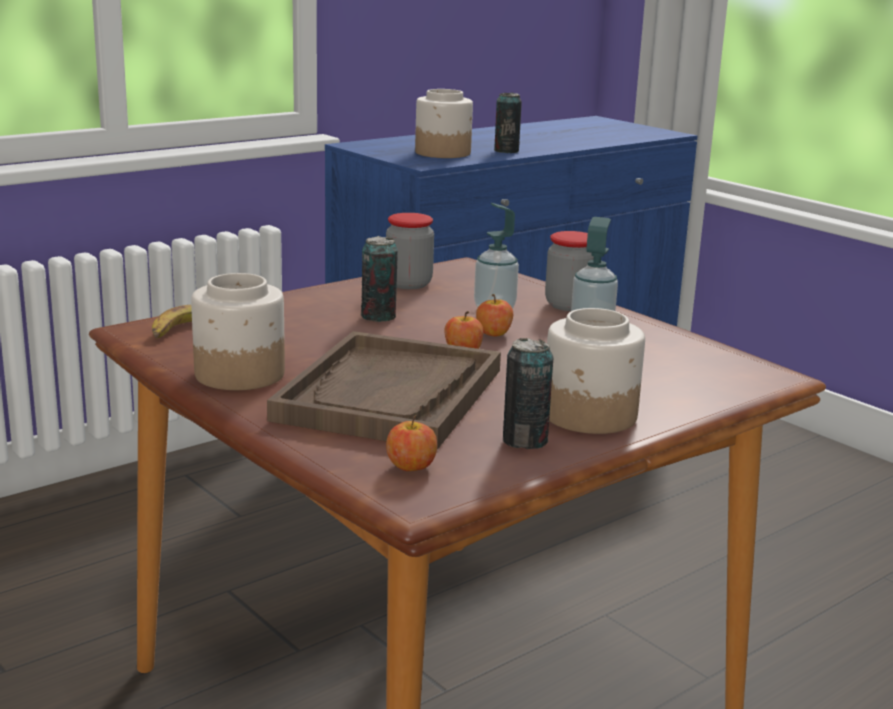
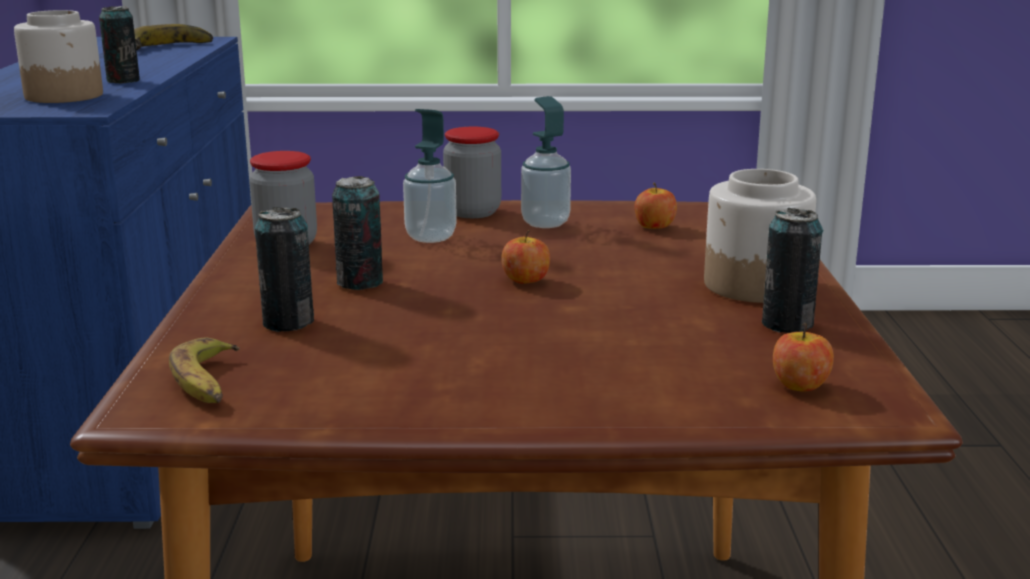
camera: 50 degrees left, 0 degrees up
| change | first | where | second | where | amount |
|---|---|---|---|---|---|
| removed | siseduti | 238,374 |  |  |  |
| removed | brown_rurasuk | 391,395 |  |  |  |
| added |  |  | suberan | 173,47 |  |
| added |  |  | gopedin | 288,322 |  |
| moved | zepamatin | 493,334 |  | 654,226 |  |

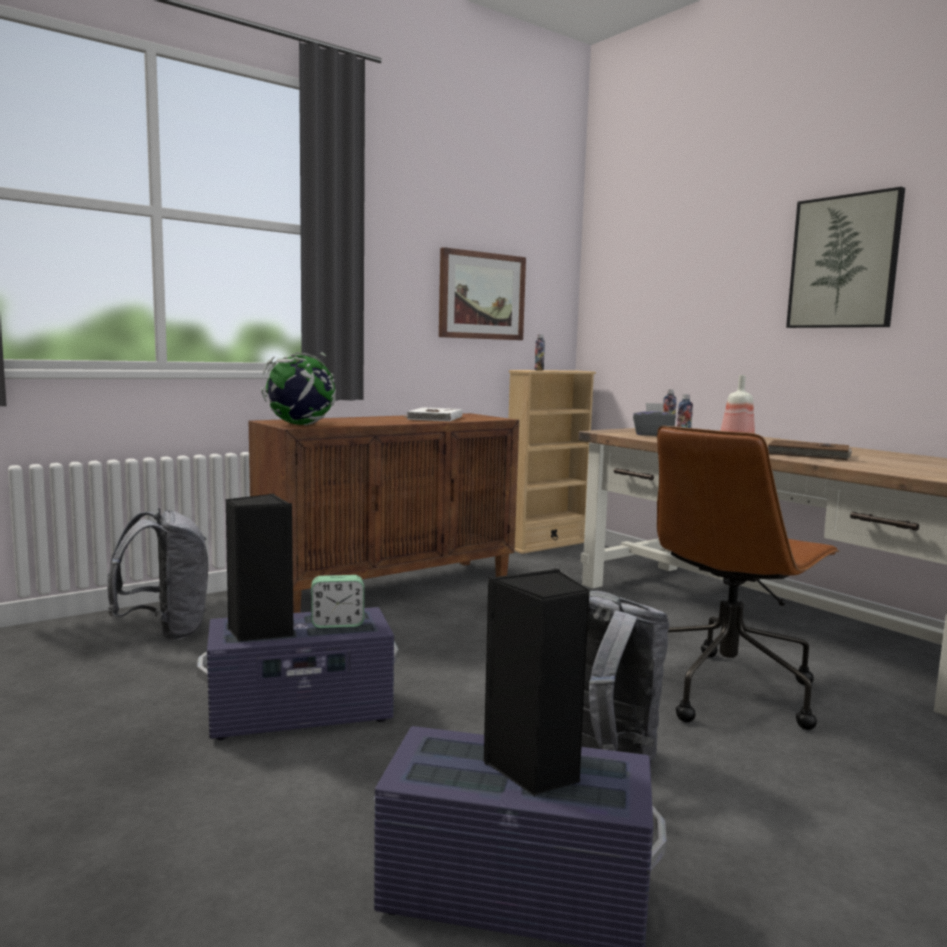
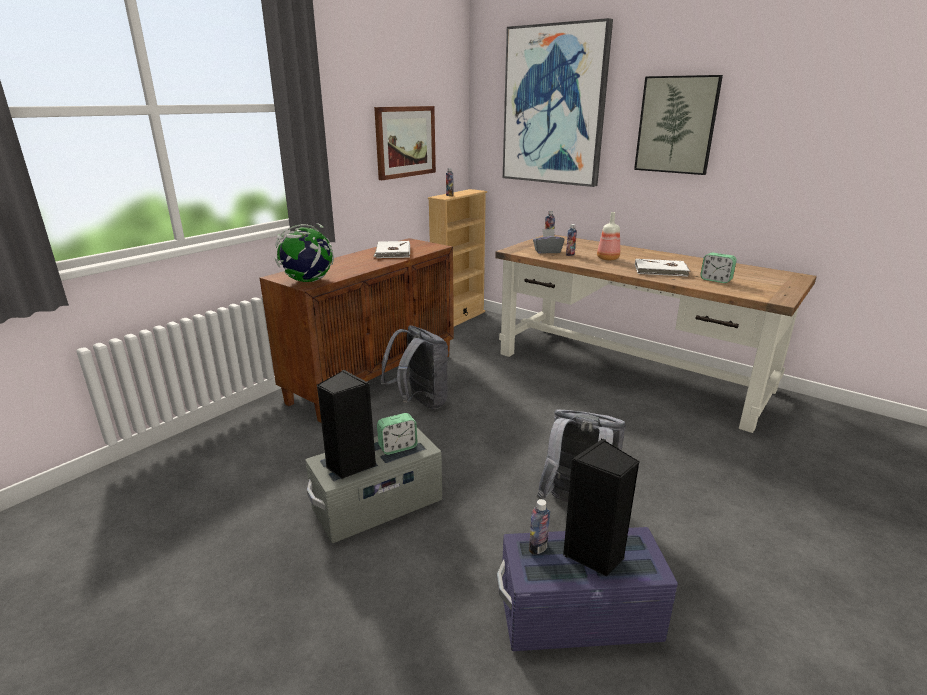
camera: 15 degrees left, 15 degrees up
| change | first | where | second | where | amount |
|---|---|---|---|---|---|
| removed | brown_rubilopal | 726,688 |  |  |  |
| added |  |  | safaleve | 554,106 |  |
| added |  |  | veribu | 538,548 |  |
| added |  |  | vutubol | 715,280 |  |
| moved | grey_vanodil | 165,632 |  | 419,403 |  |
| recoloured | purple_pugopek | 301,713 | grey_pugopek | 378,506 |  |
| recoloured | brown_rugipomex | 809,454 | white_rugipomex | 661,270 |  |

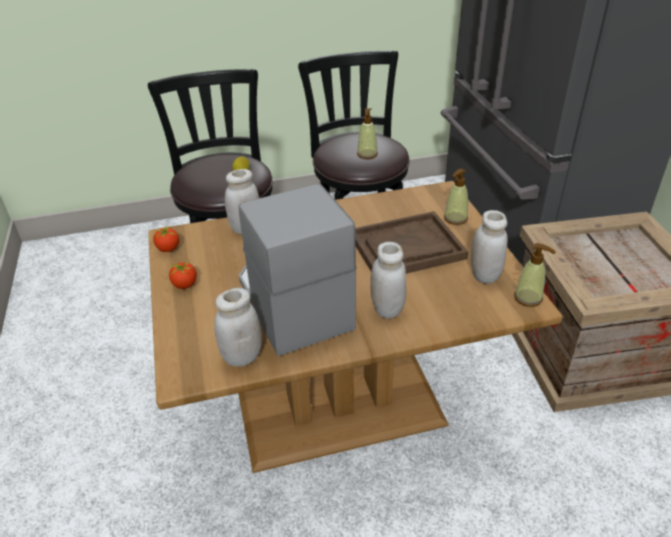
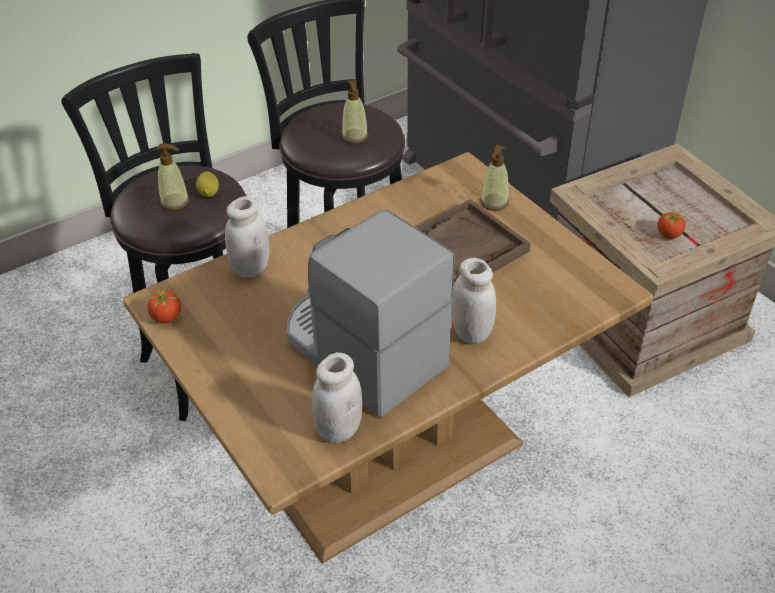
camera: 20 degrees left, 5 degrees up
| change | first | where | second | where | amount |
|---|---|---|---|---|---|
| removed | white_siseduti | 485,275 |  |  |  |
| moved | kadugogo | 185,284 |  | 669,234 |  |
| moved | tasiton | 528,298 |  | 175,202 |  |

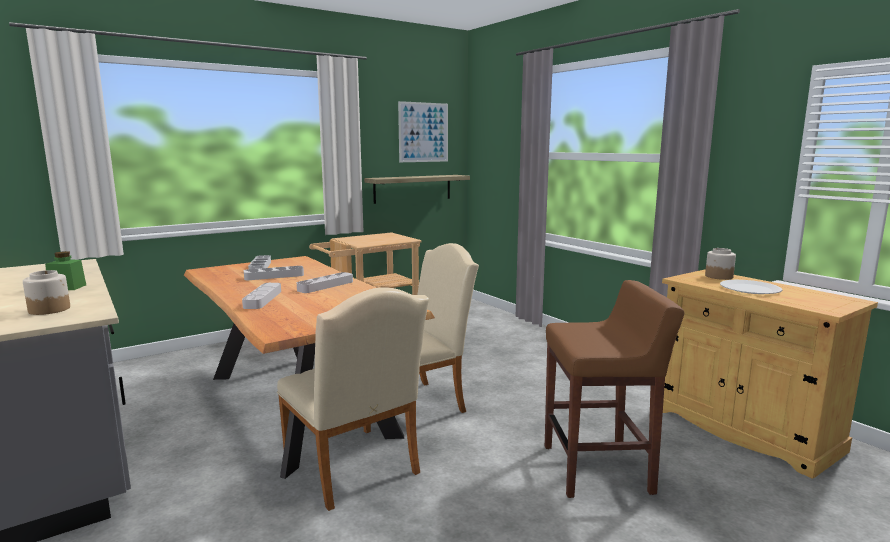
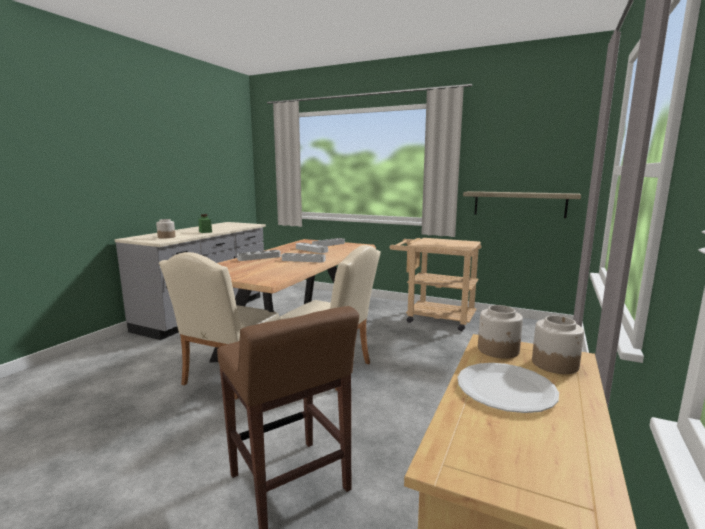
camera: 60 degrees right, 0 degrees up
| change | first | where | second | where | amount |
|---|---|---|---|---|---|
| removed | safaleve | 423,132 |  |  |  |
| added |  |  | siseduti | 498,350 |  |

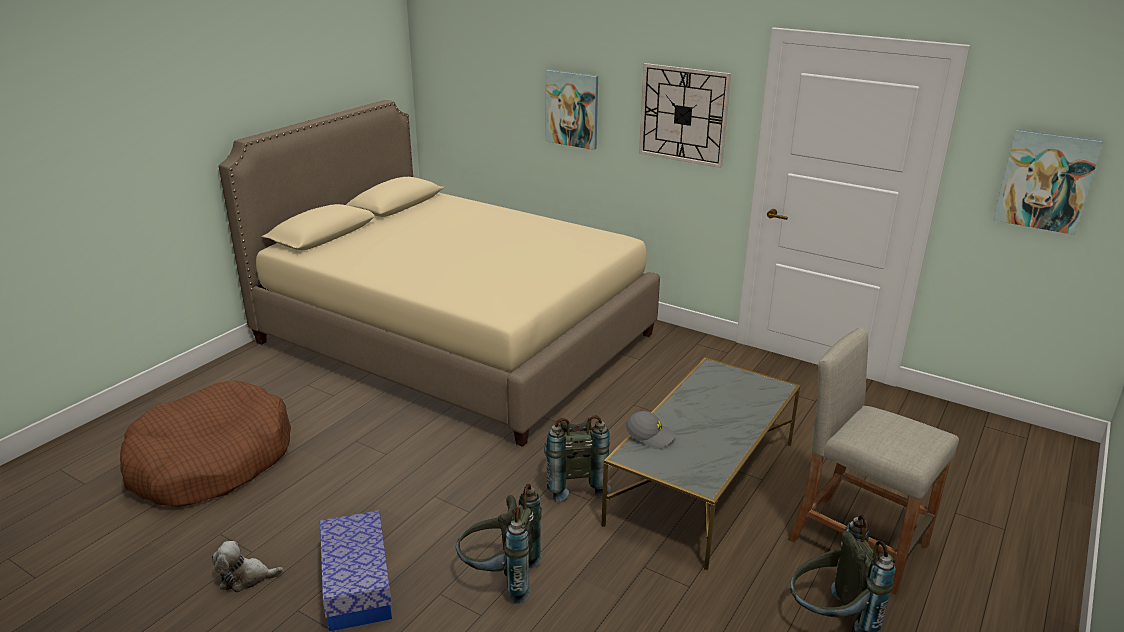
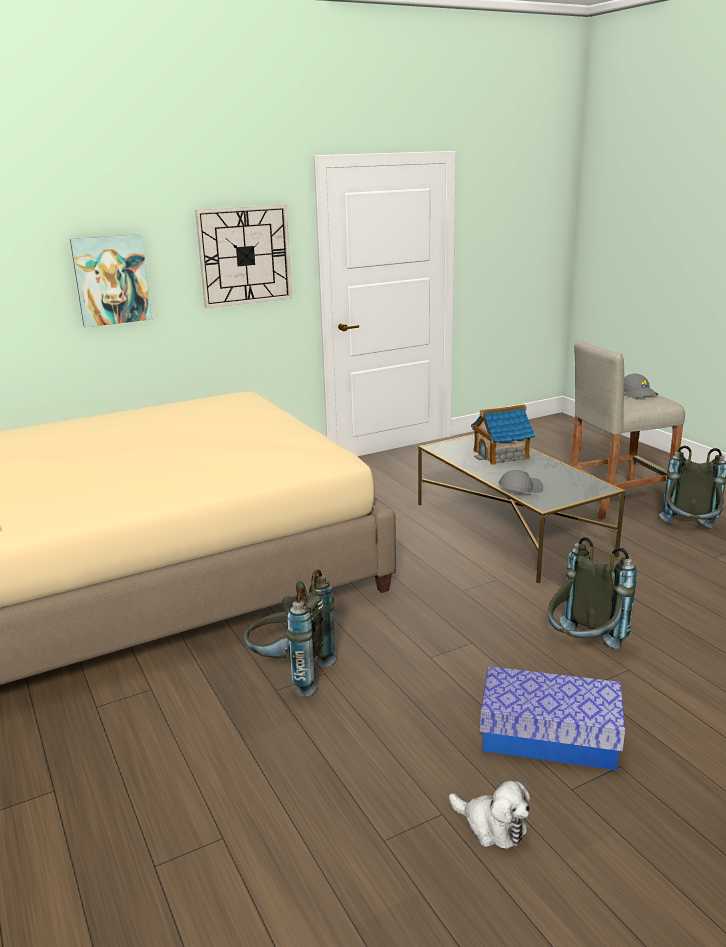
camera: 60 degrees left, 5 degrees down
| change | first | where | second | where | amount |
|---|---|---|---|---|---|
| removed | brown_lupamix | 211,461 |  |  |  |
| removed | safaleve | 1046,181 |  |  |  |
| added |  |  | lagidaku | 501,455 |  |
| added |  |  | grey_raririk | 638,393 |  |
| moved | grey_vanodil | 573,482 |  | 290,673 |  |
| turned | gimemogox | 246,578 |  | 492,826 | 75 degrees counterclockwise |

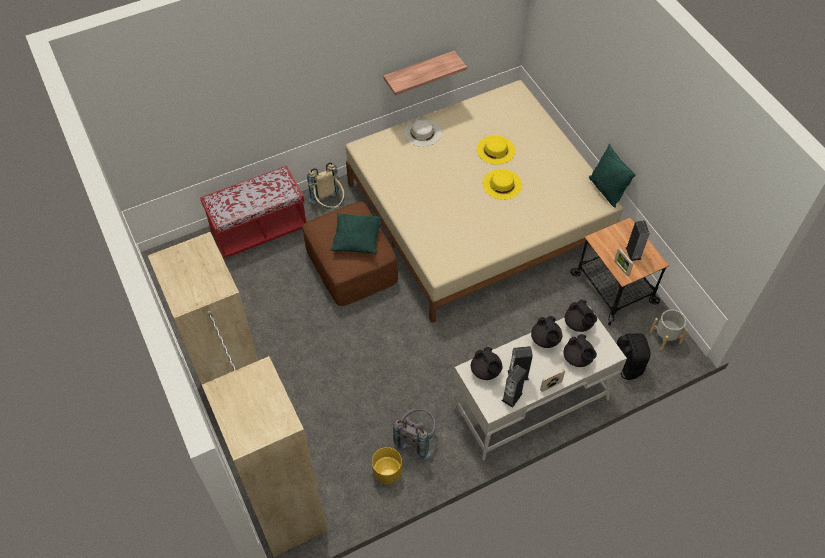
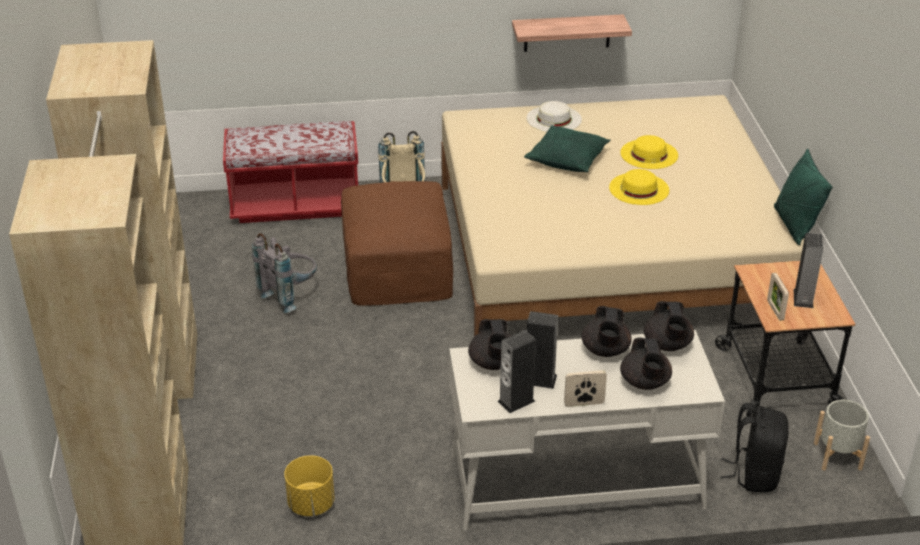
camera: 20 degrees right, 20 degrees down
| change | first | where | second | where | amount |
|---|---|---|---|---|---|
| moved | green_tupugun | 356,238 |  | 567,159 |  |
| moved | grey_vanodil | 416,438 |  | 290,295 |  |

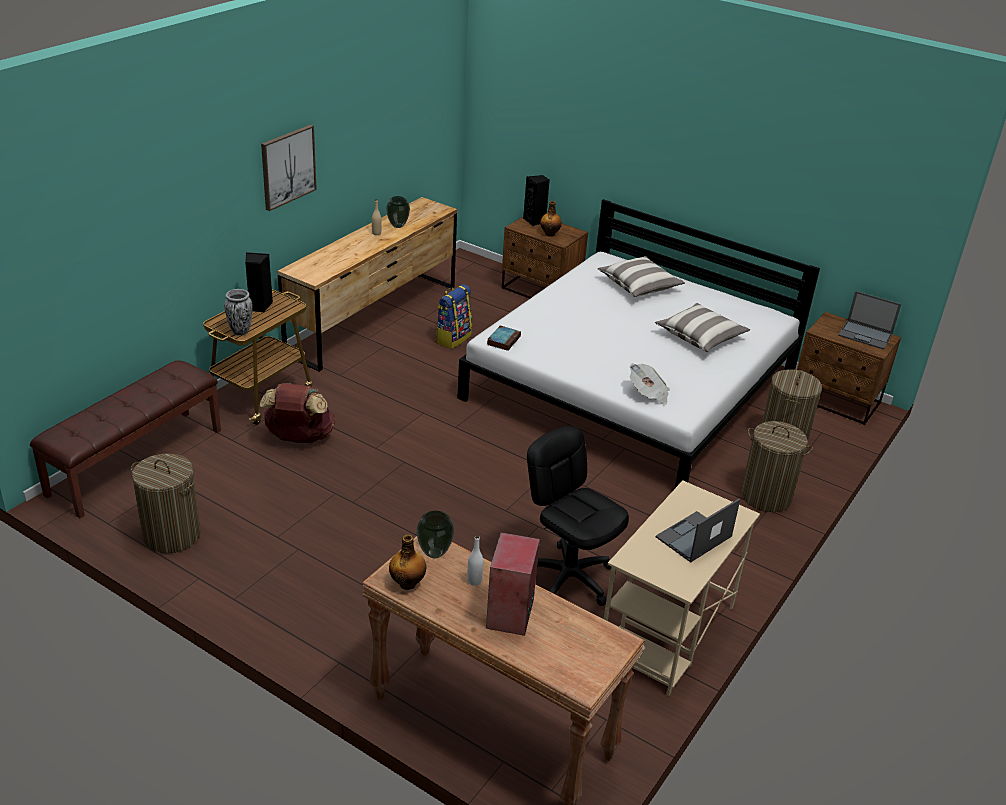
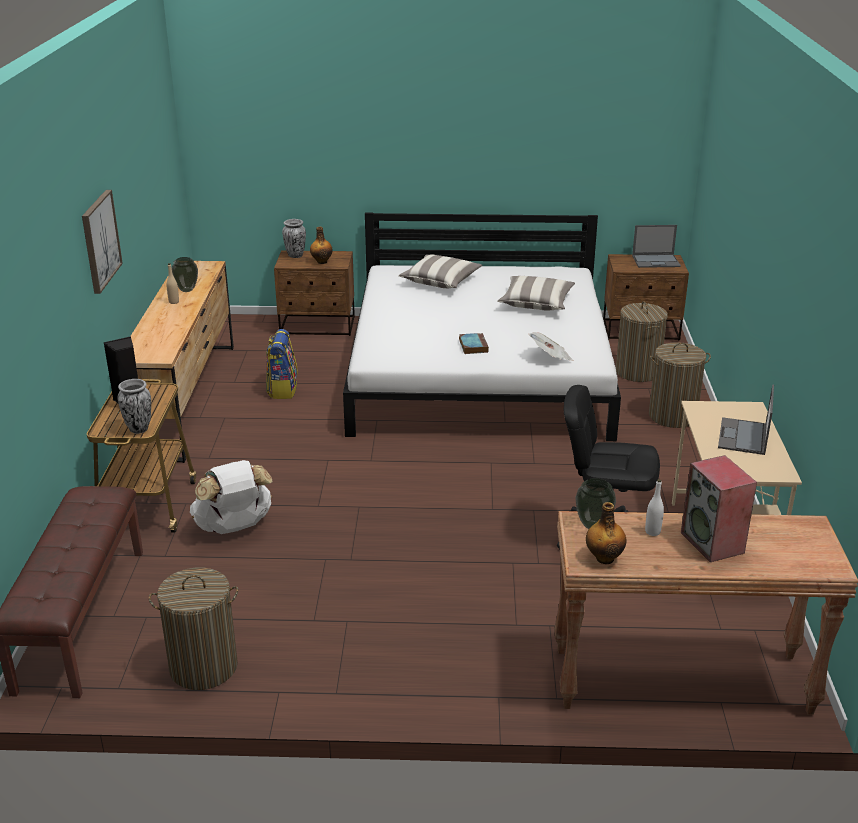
camera: 30 degrees left, 5 degrees down
| change | first | where | second | where | amount |
|---|---|---|---|---|---|
| moved | rugipomex | 503,340 |  | 473,346 |  |
| replaced | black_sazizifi | 535,221 | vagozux | 295,255 |  |
| recoloured | brown_vanodil | 299,438 | white_vanodil | 234,527 |  |

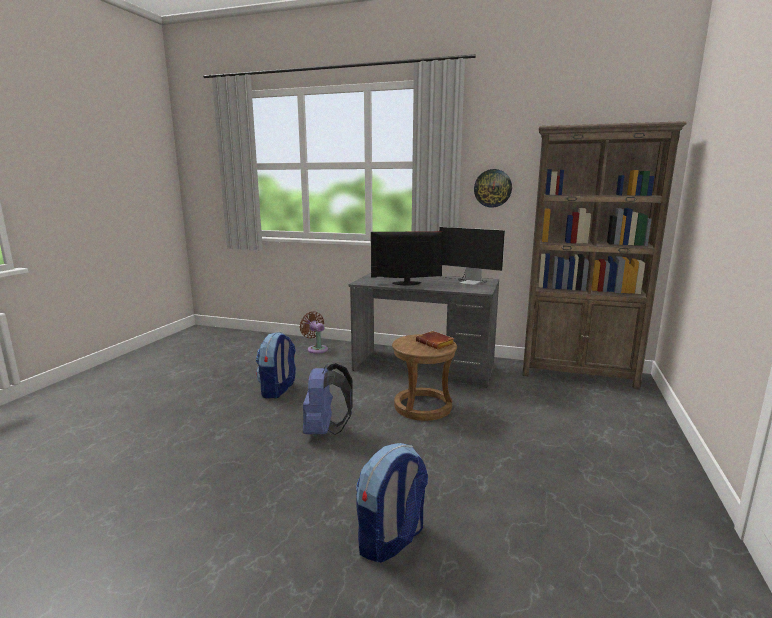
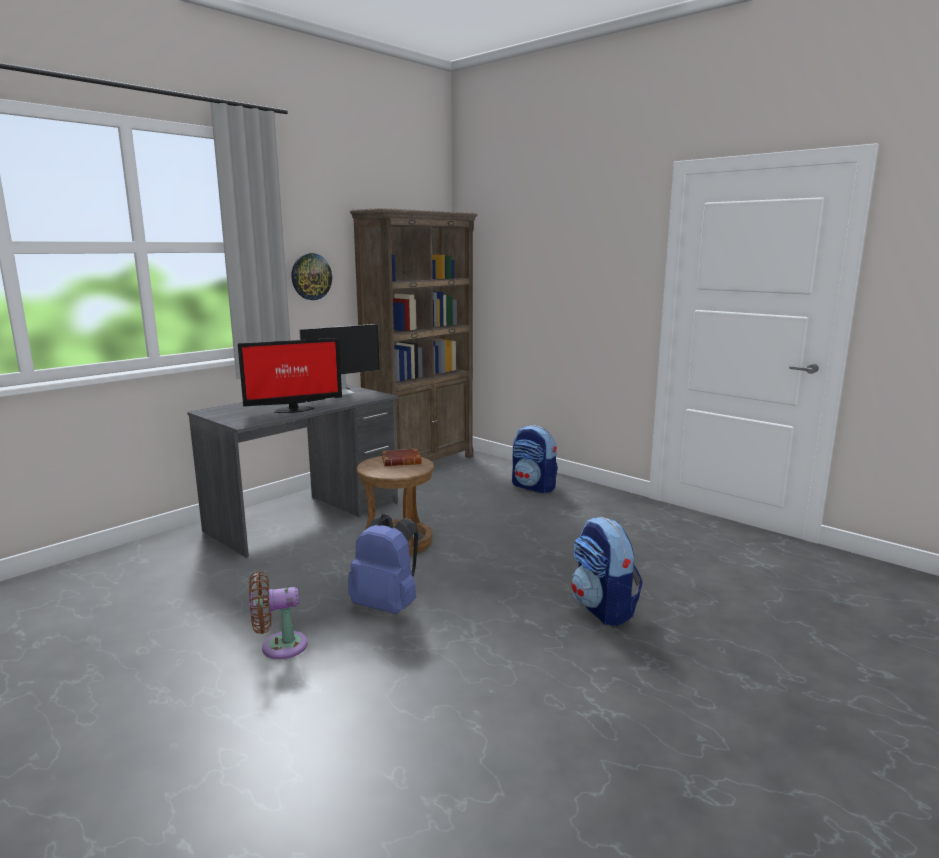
camera: 65 degrees left, 0 degrees up
| change | first | where | second | where | amount |
|---|---|---|---|---|---|
| moved | vanodil | 278,390 |  | 534,487 |  |
| moved | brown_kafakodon | 316,349 |  | 279,646 |  |
| turned | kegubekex | 407,283 |  | 292,409 | 135 degrees counterclockwise |

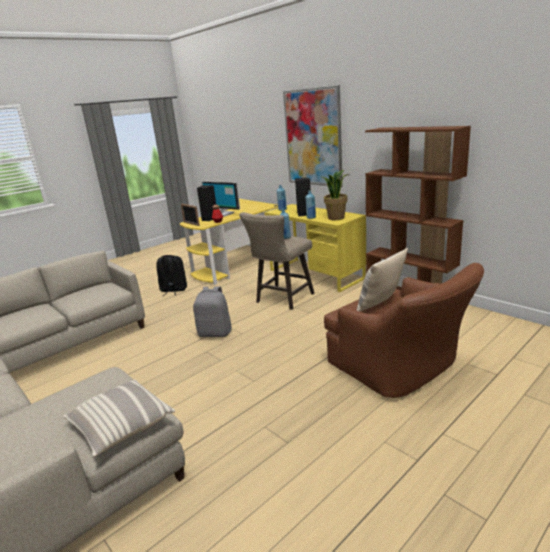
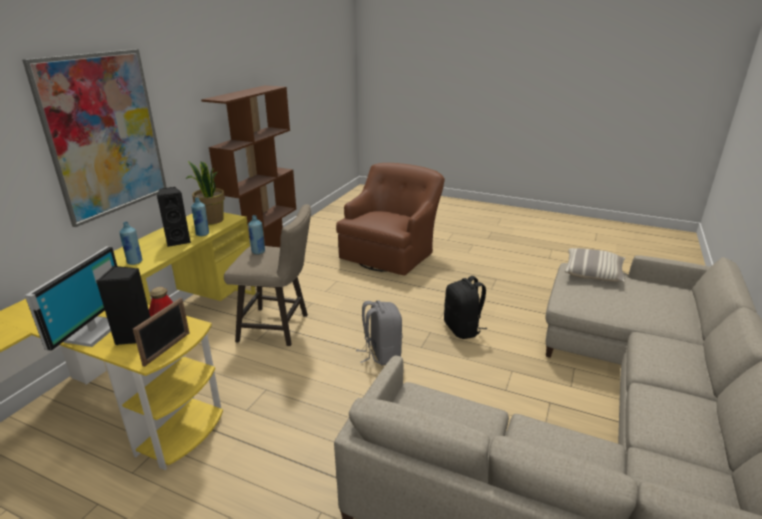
camera: 115 degrees left, 5 degrees up
| change | first | where | second | where | amount |
|---|---|---|---|---|---|
| removed | tupugun | 380,305 |  |  |  |
| moved | black_vanodil | 173,290 |  | 463,329 |  |

